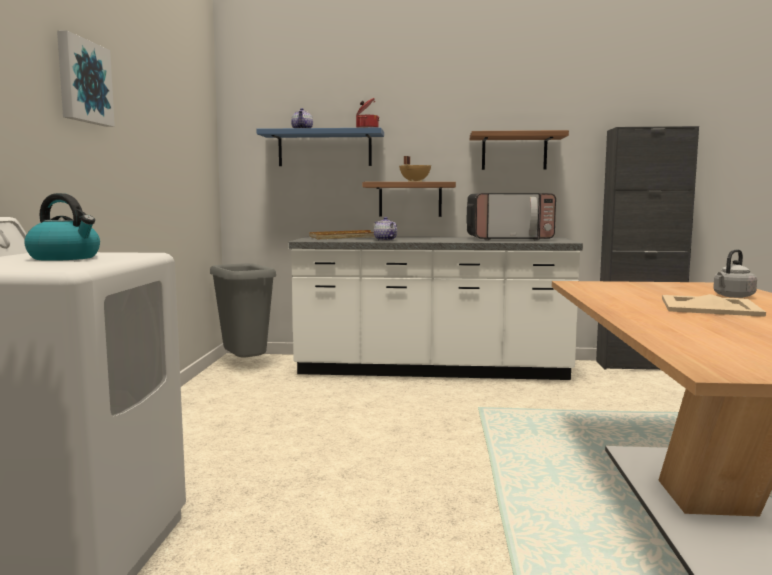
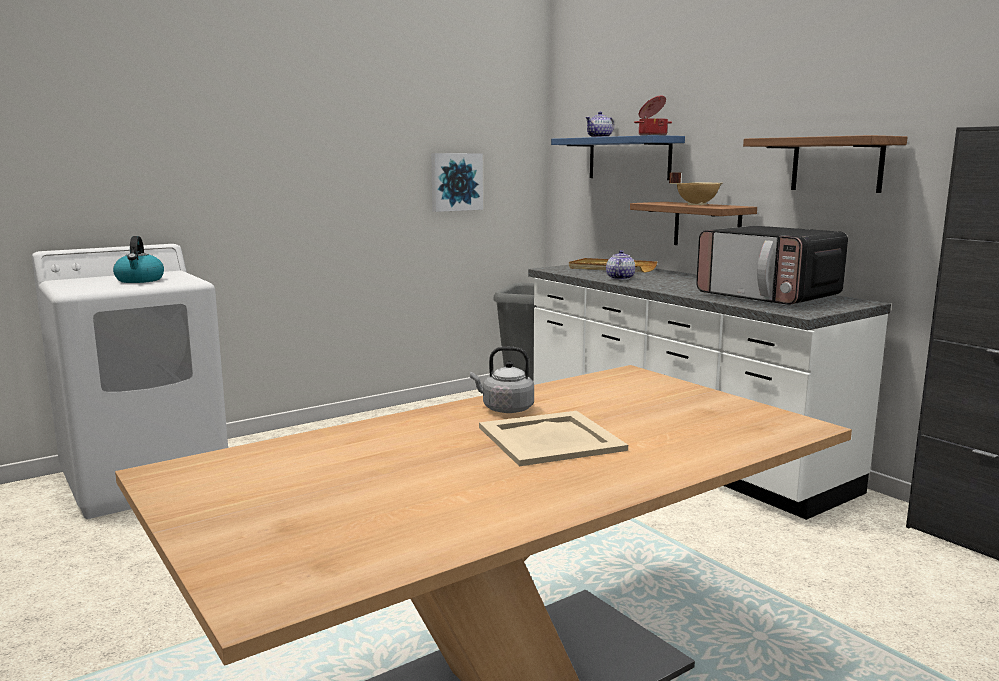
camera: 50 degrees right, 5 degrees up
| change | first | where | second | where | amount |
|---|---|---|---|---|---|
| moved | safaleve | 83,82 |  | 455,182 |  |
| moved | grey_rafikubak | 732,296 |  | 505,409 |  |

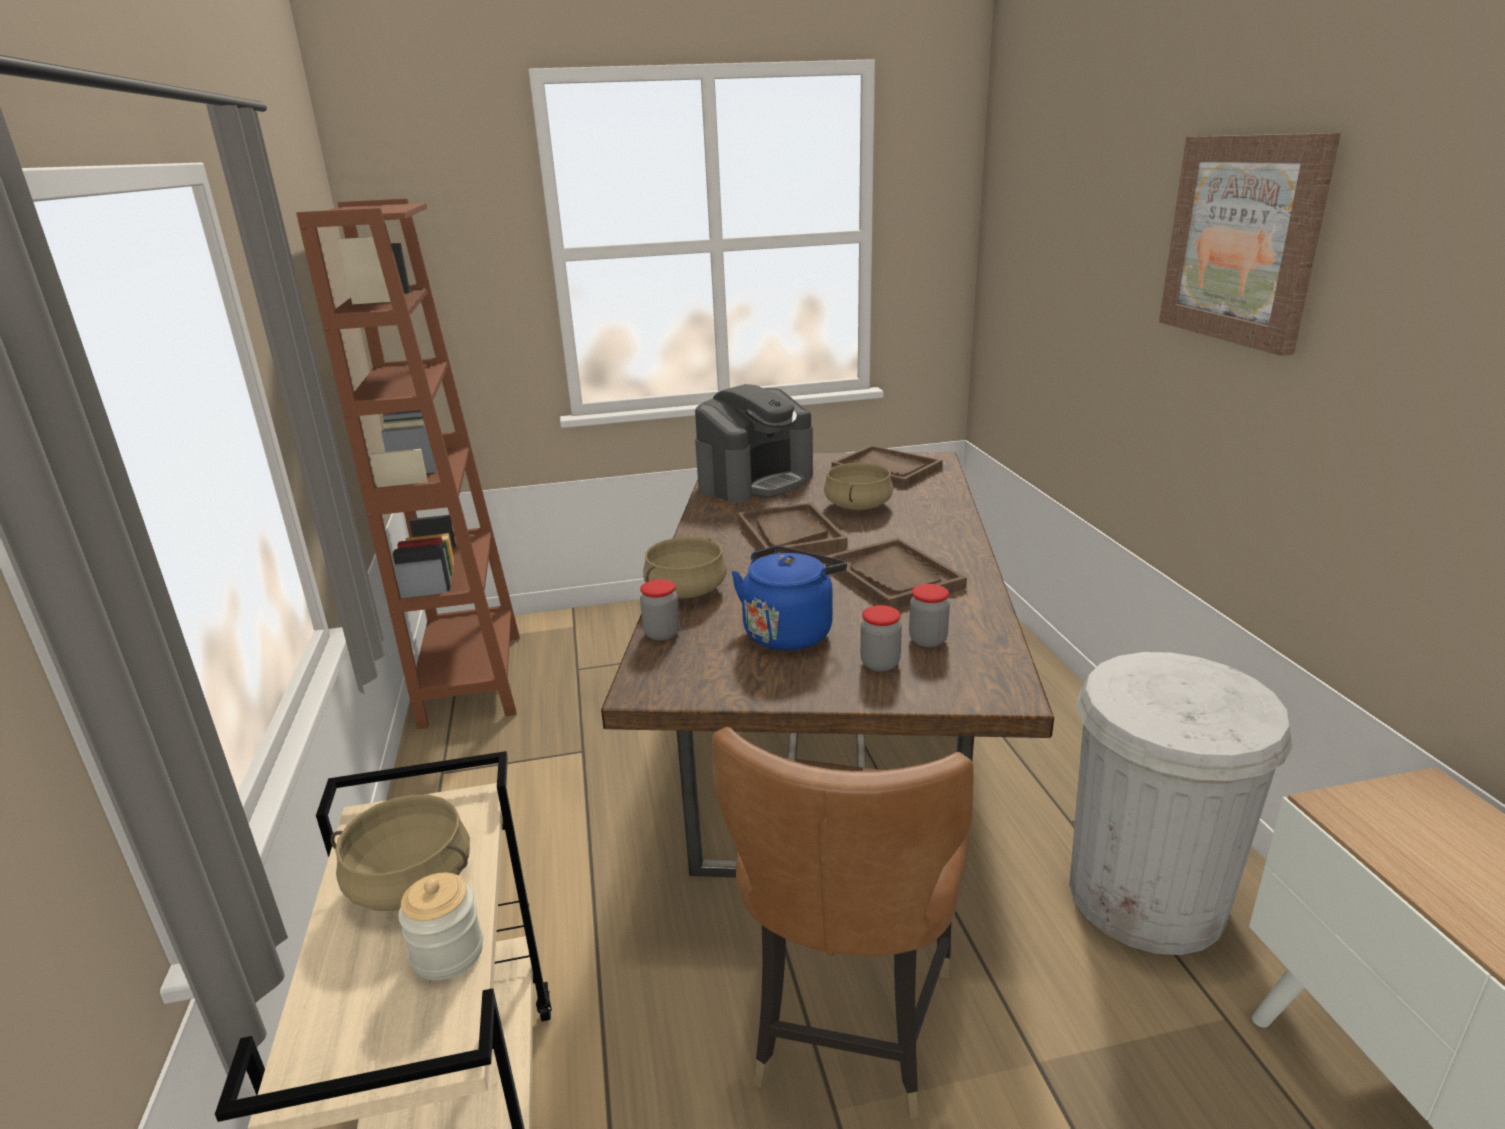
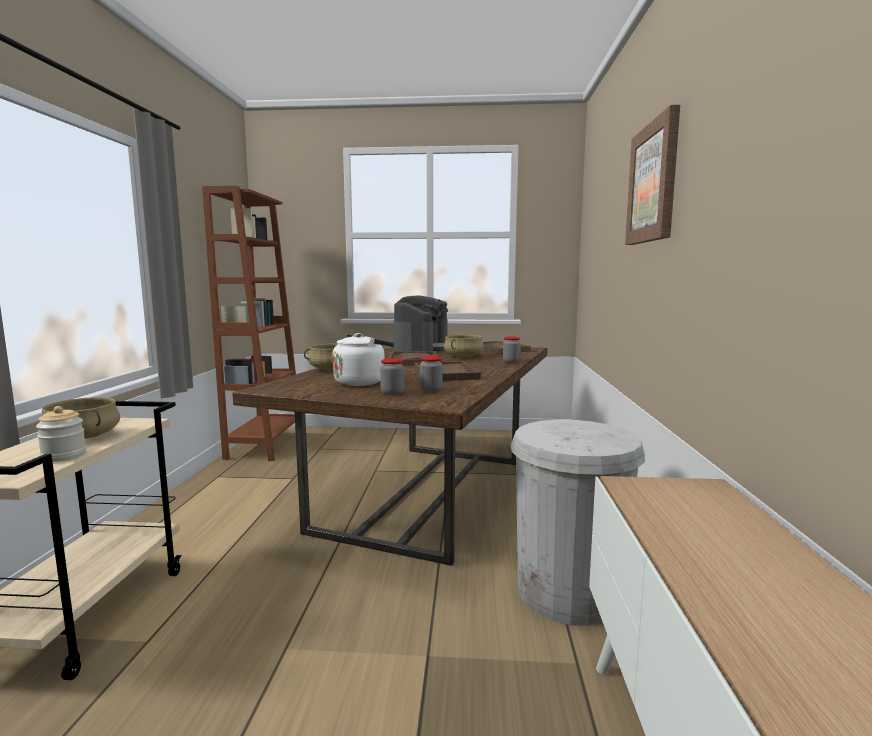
camera: 15 degrees right, 15 degrees down
| change | first | where | second | where | amount |
|---|---|---|---|---|---|
| removed | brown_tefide | 847,1021 |  |  |  |
| moved | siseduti | 662,633 |  | 511,361 |  |
| recoloured | blue_rafikubak | 790,632 | white_rafikubak | 362,382 |  |
| turned | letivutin | 755,481 |  | 421,348 | 45 degrees counterclockwise |

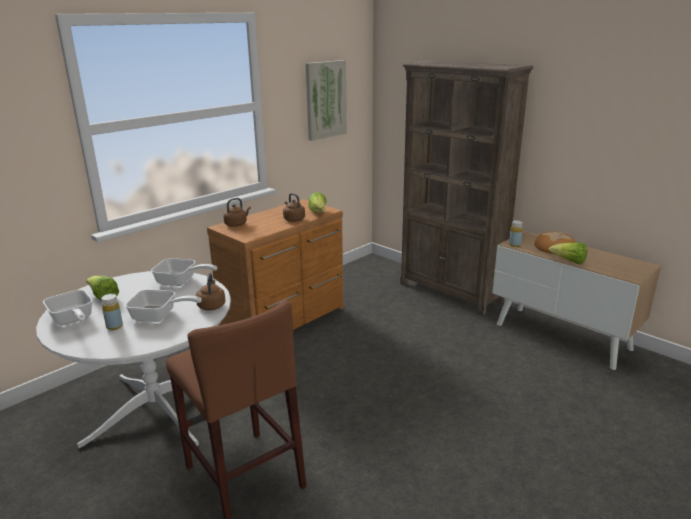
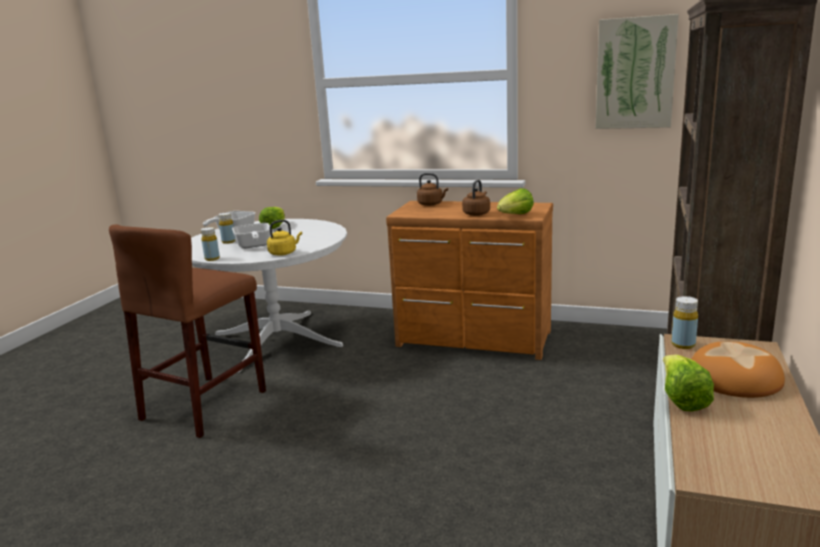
camera: 65 degrees right, 5 degrees down
| change | first | where | second | where | amount |
|---|---|---|---|---|---|
| removed | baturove | 180,281 |  |  |  |
| added |  |  | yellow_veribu | 212,259 |  |
| recoloured | brown_rafikubak | 211,305 | yellow_rafikubak | 284,253 |  |

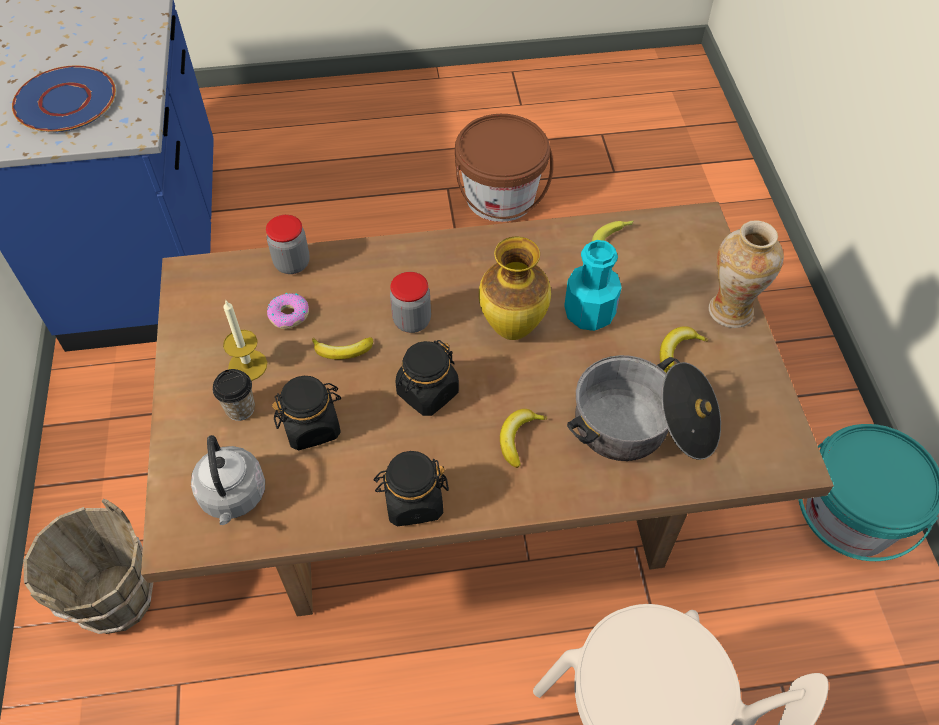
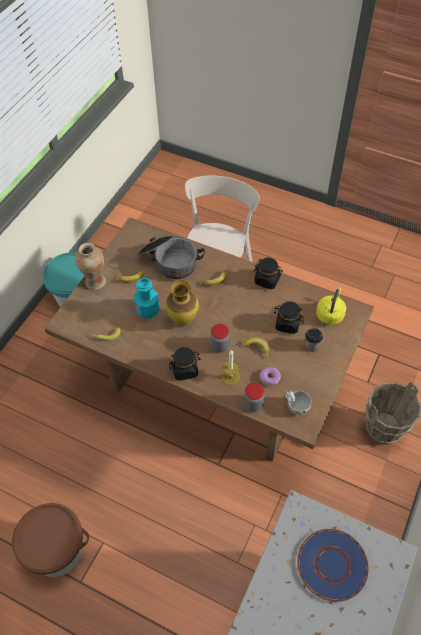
camera: 145 degrees left, 0 degrees up
| change | first | where | second | where | amount |
|---|---|---|---|---|---|
| added |  |  | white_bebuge | 296,405 |  |
| moved | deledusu | 247,365 |  | 230,376 |  |
| moved | black_siseduti | 427,392 |  | 185,370 |  |
| recoloured | grey_rafikubak | 233,497 | yellow_rafikubak | 330,314 |  |

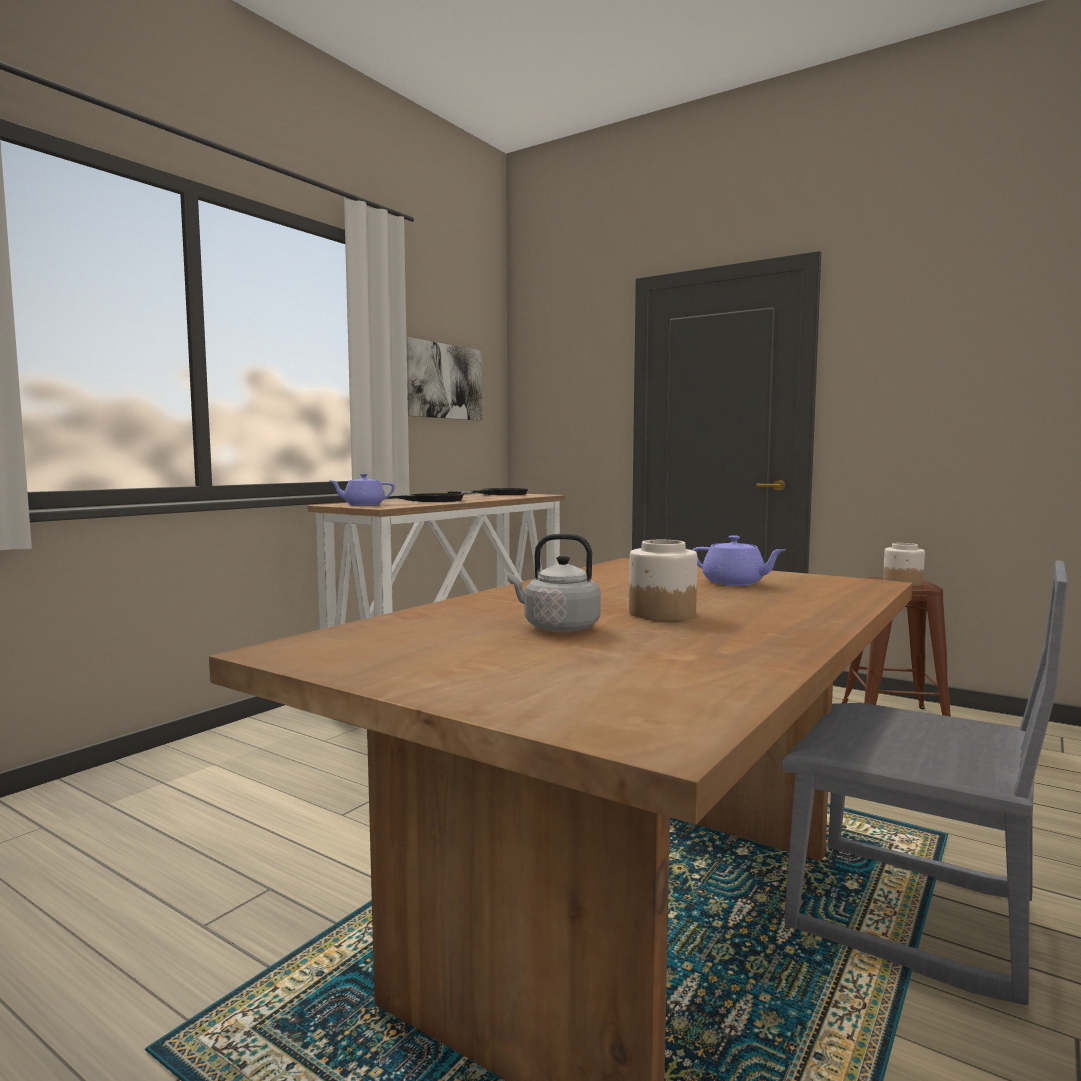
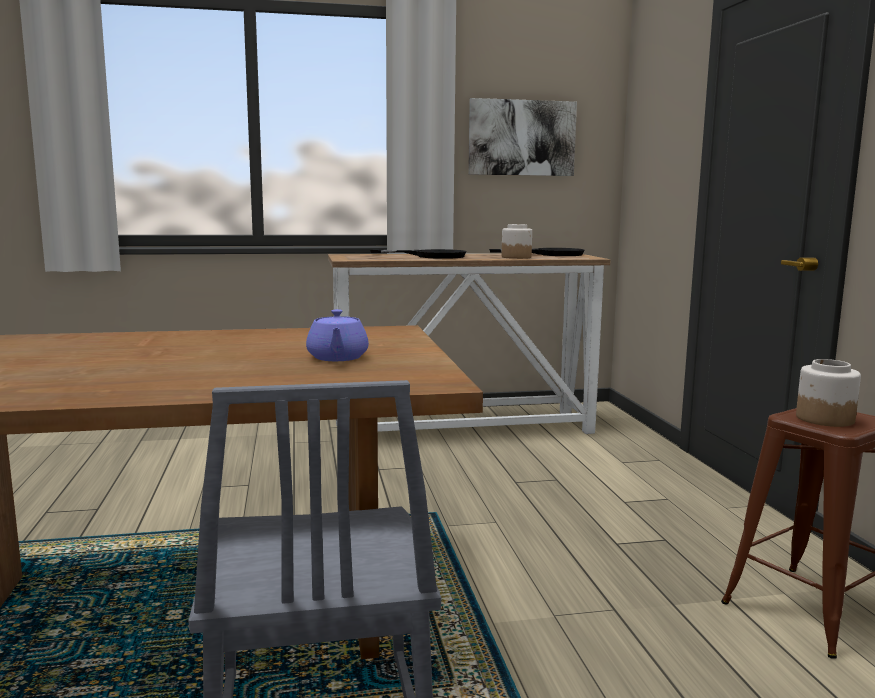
camera: 45 degrees right, 5 degrees up
| change | first | where | second | where | amount |
|---|---|---|---|---|---|
| removed | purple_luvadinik | 363,505 |  |  |  |
| removed | grey_rafikubak | 557,627 |  |  |  |
| moved | siseduti | 661,613 |  | 516,257 |  |

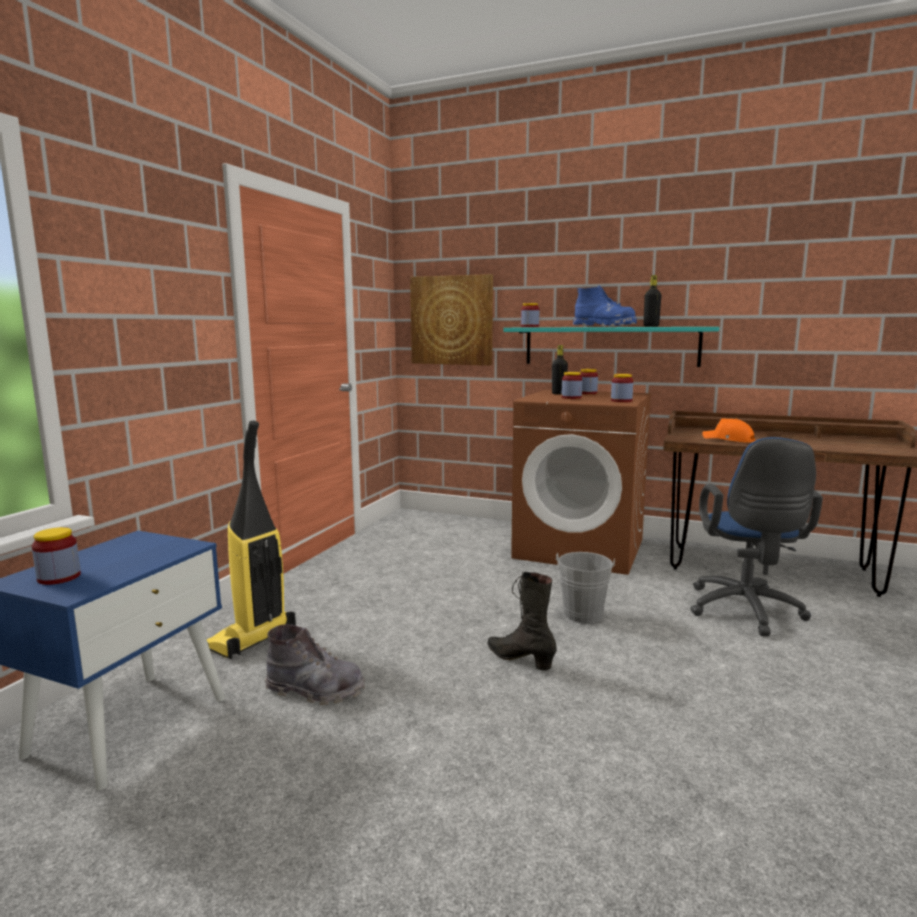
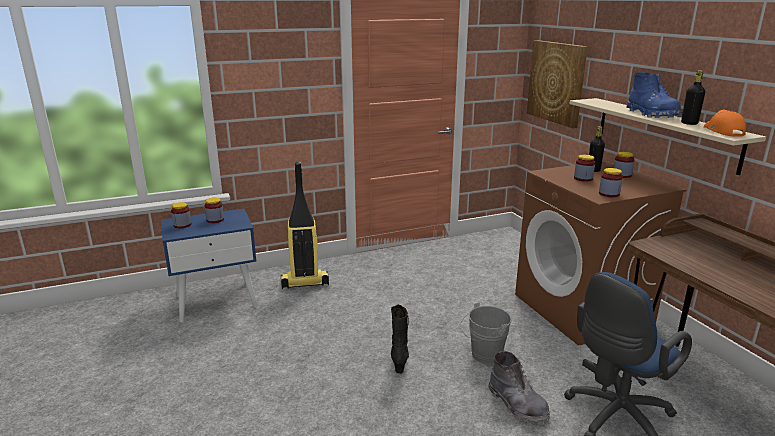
camera: 45 degrees right, 10 degrees up
| change | first | where | second | where | amount |
|---|---|---|---|---|---|
| moved | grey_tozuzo | 315,690 |  | 517,405 |  |
| moved | siseduti | 529,327 |  | 215,220 |  |
| moved | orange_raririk | 728,439 |  | 722,131 |  |
| recoloured | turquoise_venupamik | 610,346 | beige_venupamik | 664,133 |  |

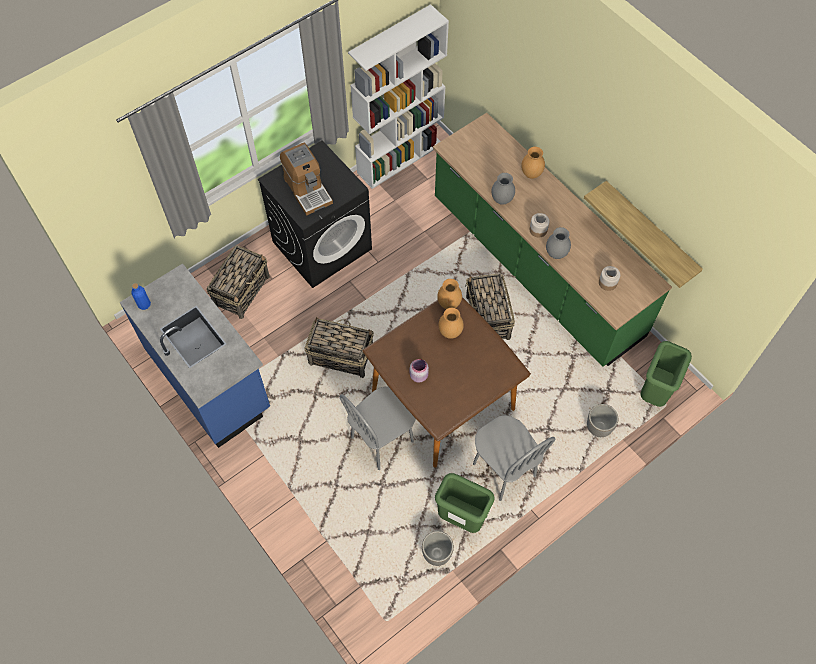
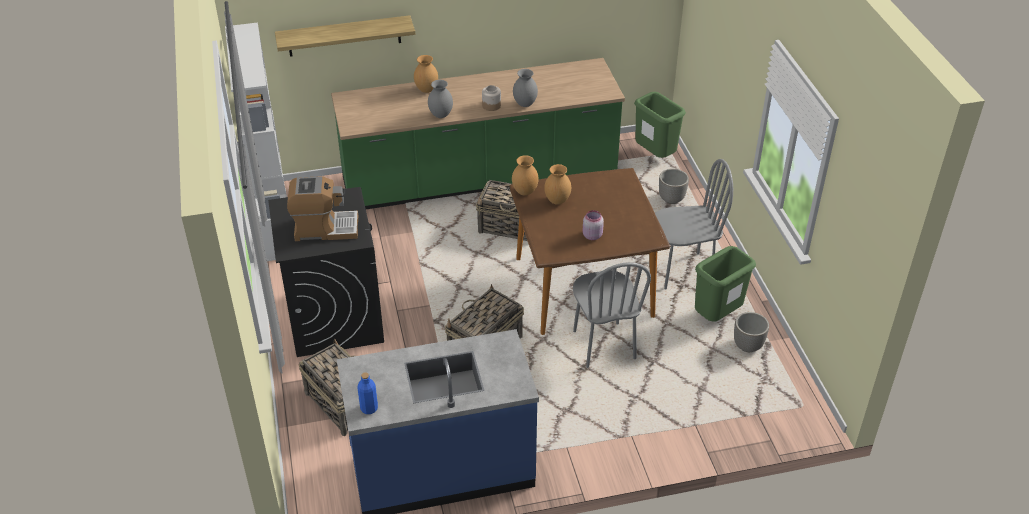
camera: 65 degrees left, 20 degrees down
| change | first | where | second | where | amount |
|---|---|---|---|---|---|
| removed | siseduti | 607,283 |  |  |  |
| moved | venupamik | 650,231 |  | 344,36 |  |

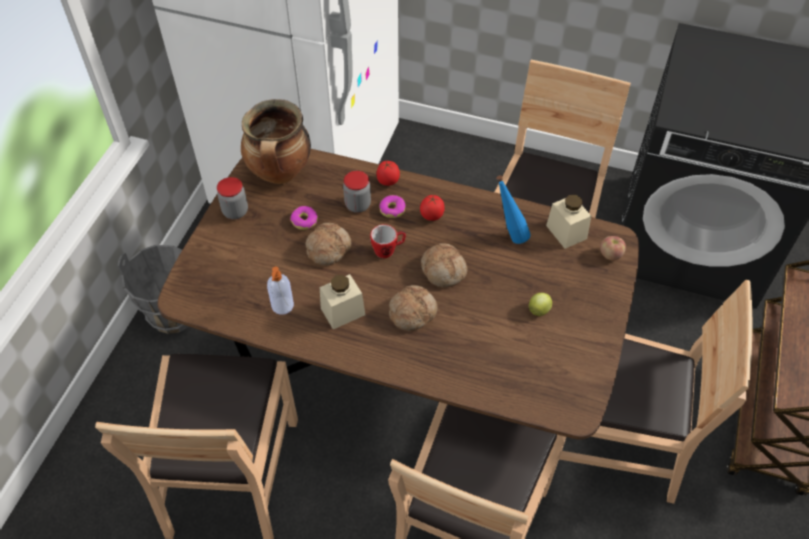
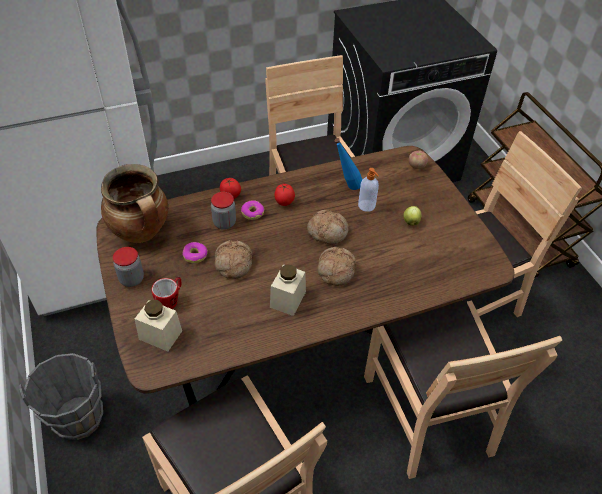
camera: 40 degrees left, 5 degrees down
| change | first | where | second | where | amount |
|---|---|---|---|---|---|
| moved | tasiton | 282,306 |  | 367,206 |  |
| moved | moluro | 388,250 |  | 171,300 |  |
| moved | beige_siseduti | 566,232 |  | 160,335 |  |

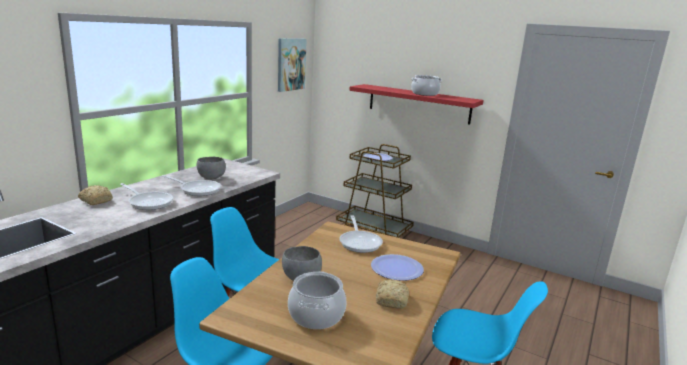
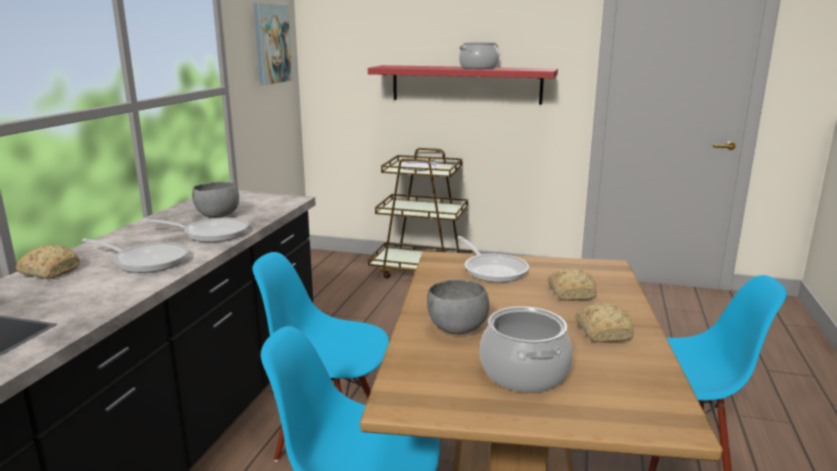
camera: 15 degrees left, 0 degrees up
| change | first | where | second | where | amount |
|---|---|---|---|---|---|
| replaced | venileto | 397,268 | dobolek | 571,293 |  |

